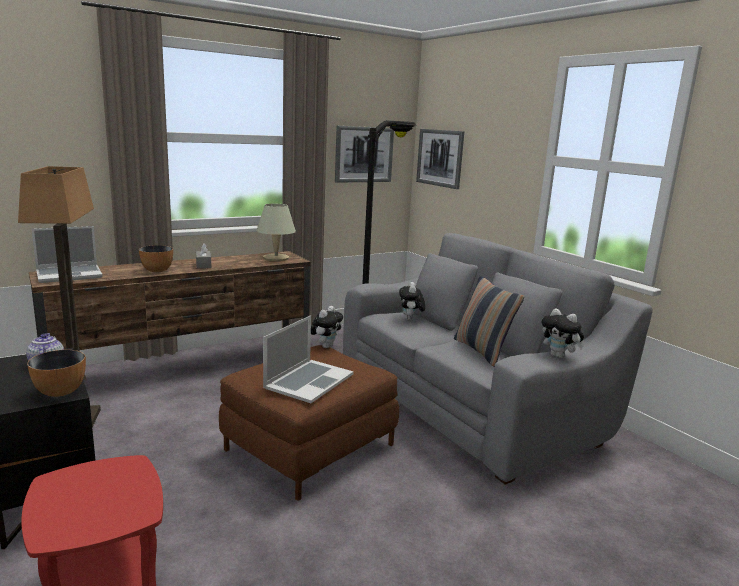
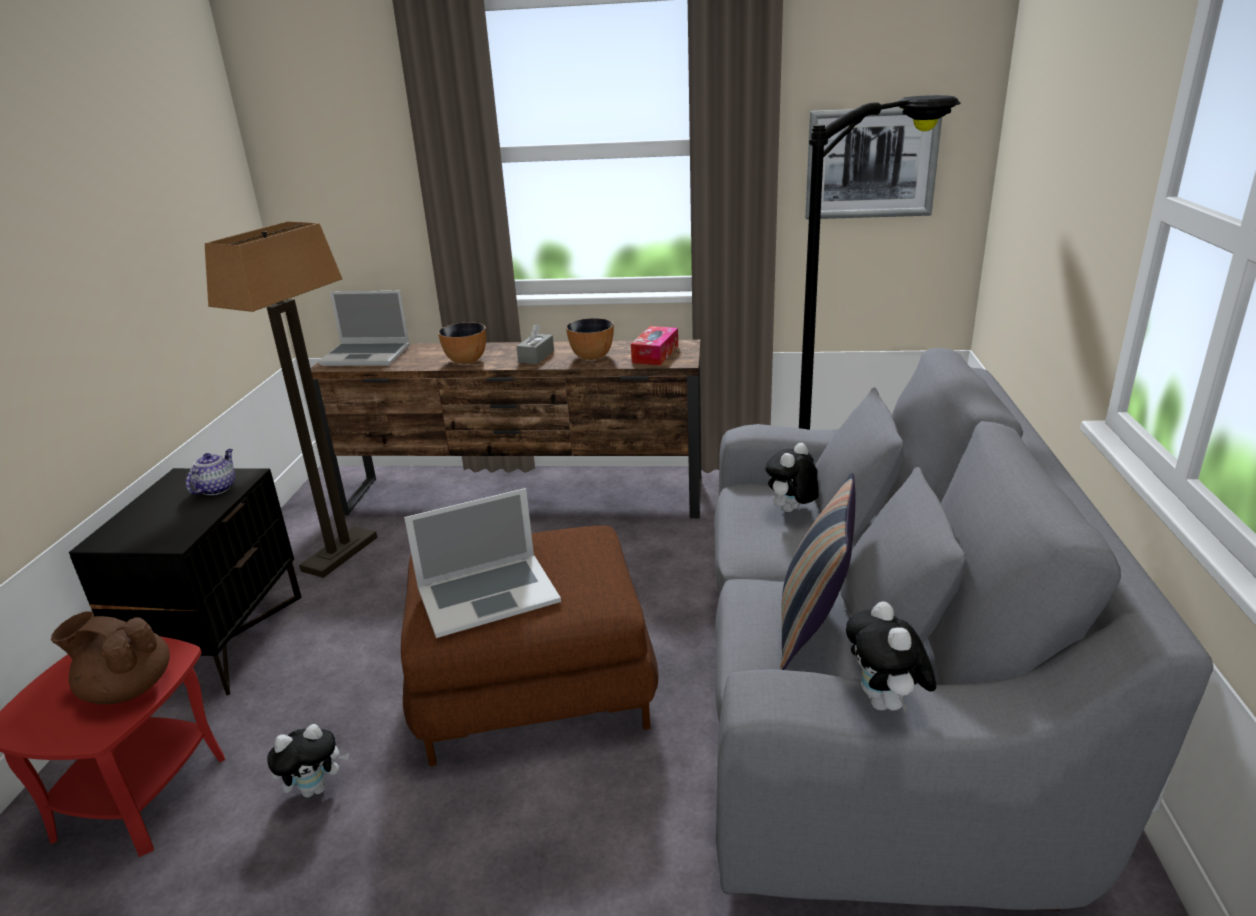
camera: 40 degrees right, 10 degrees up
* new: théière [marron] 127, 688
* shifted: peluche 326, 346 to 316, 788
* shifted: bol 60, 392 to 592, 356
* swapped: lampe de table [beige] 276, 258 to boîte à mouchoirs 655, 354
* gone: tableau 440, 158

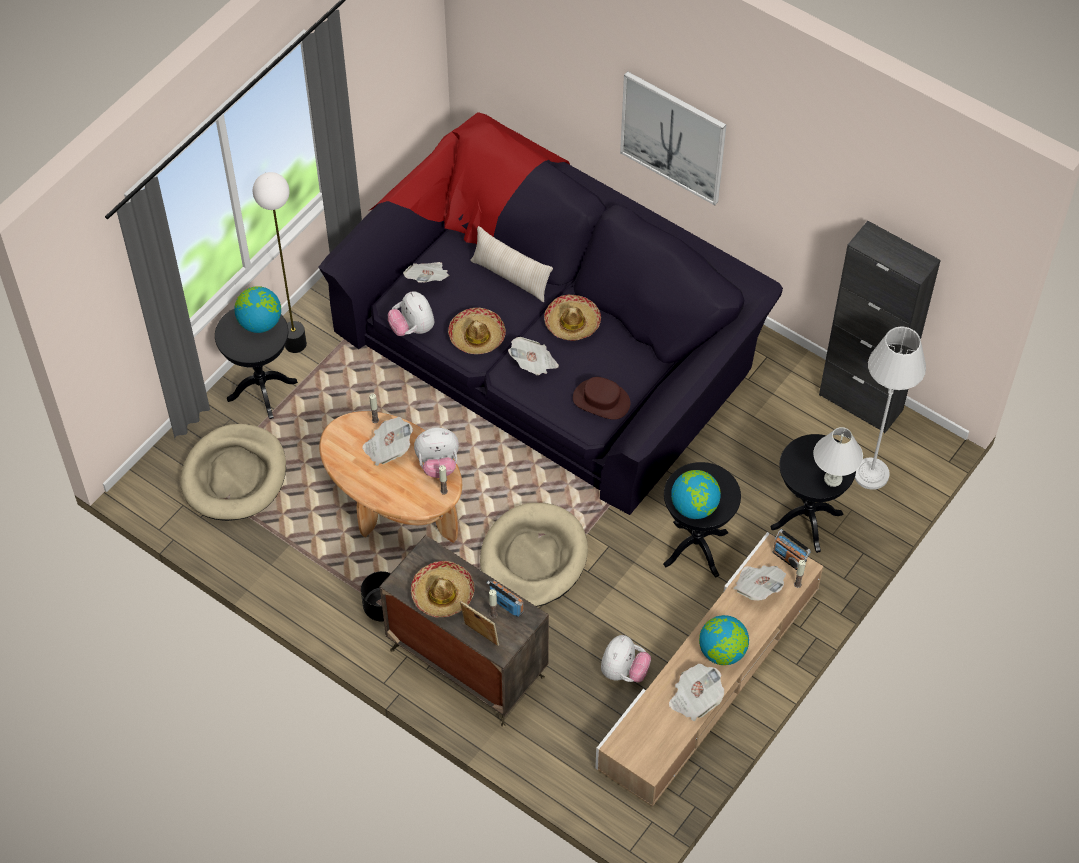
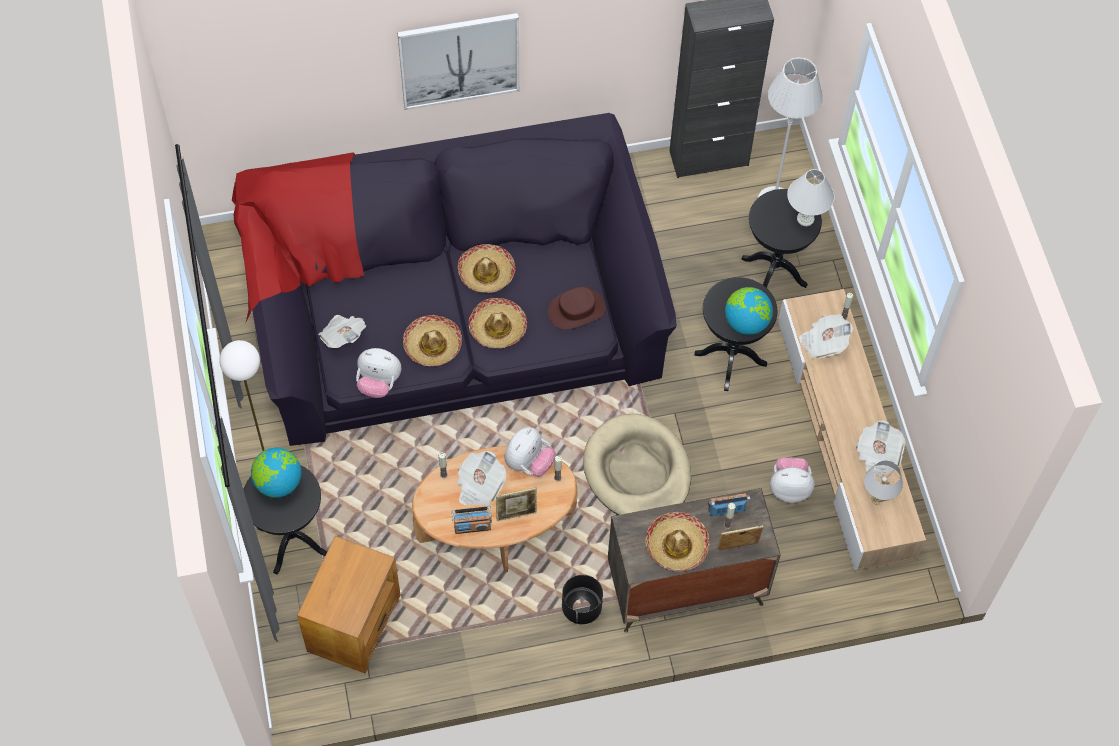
camera: 50 degrees left, 5 degrees up
* swapped: panier pour chien [beige] 234, 476 to table d'appoint [marron] 355, 623
* shifted: radio 789, 559 to 472, 527
* swapped: journal 533, 364 to chapeau 498, 328
* new: cadre photo 516, 514
* rotated: peluche 623, 671 = 789, 488 60 degrees counterclockwise
* new: lampe de table [blanc] 876, 500
* gone: coussin [beige] 511, 277
* gone: globe 722, 652

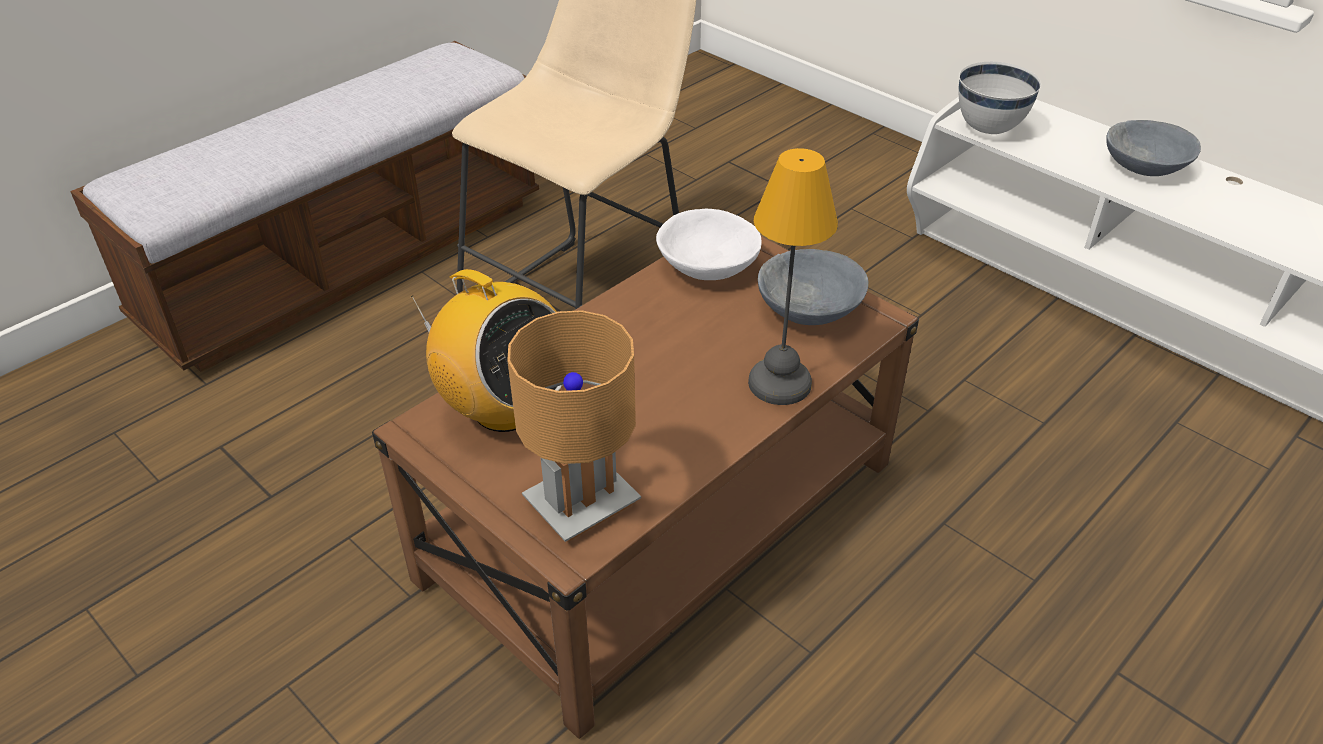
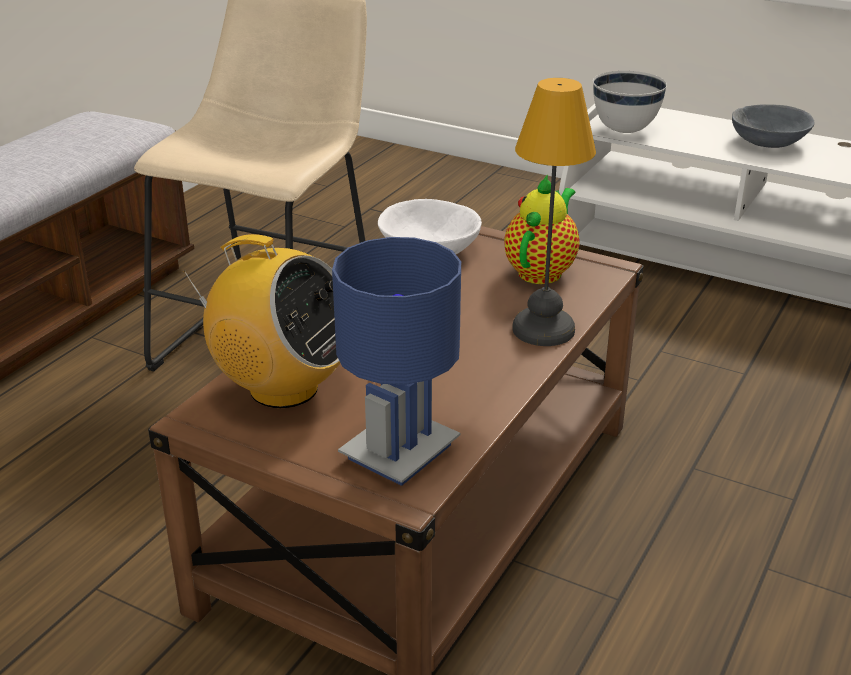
camera: 15 degrees left, 10 degrees down
* repainted: lampe de table [marron] 581, 502 to lampe de table [bleu] 399, 451
* swapped: bol [gris] 810, 309 to théière 542, 271

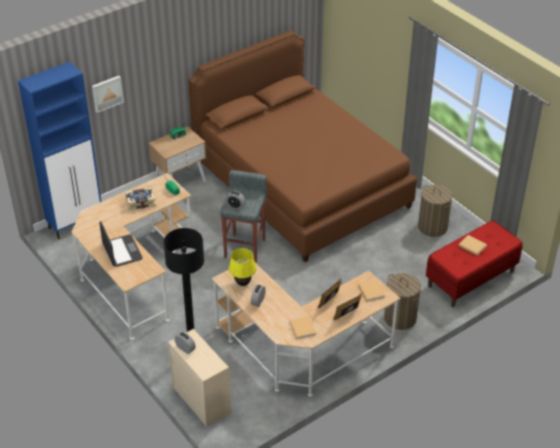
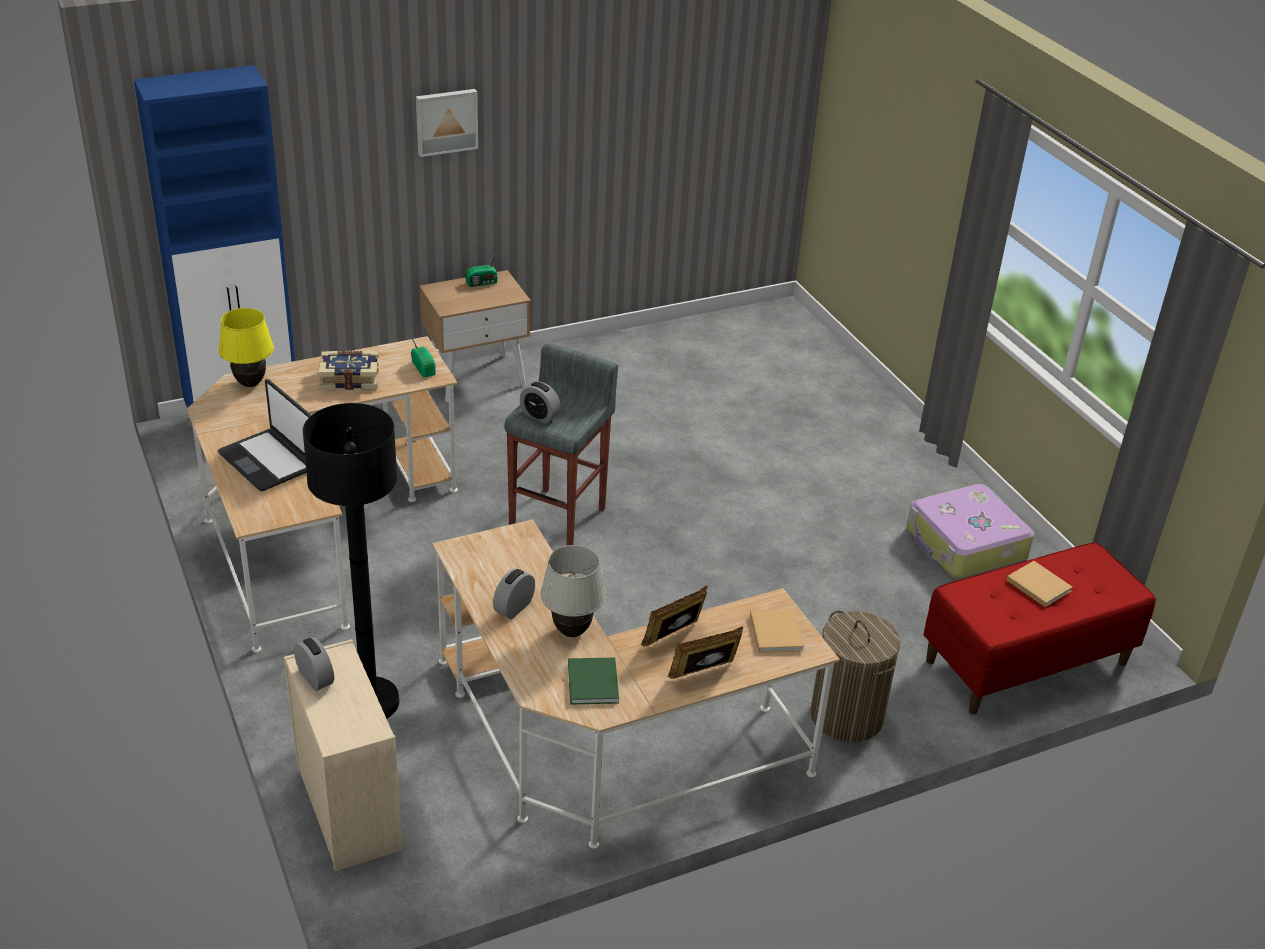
camera: 10 degrees right, 5 degrees down
* rotated: ordinateur portable 121, 251 = 268, 460 150 degrees clockwise
* shifted: lampe de table [jaune] 243, 283 to 250, 383
* shifted: tableau 107, 93 to 446, 121
* new: lampe de table [blanc] 572, 631
* repainted: livre [beige] 302, 327 to livre [vert] 592, 681
* swapped: panier à linge 432, 227 to valise 965, 545
* gone: lit [marron] 300, 185

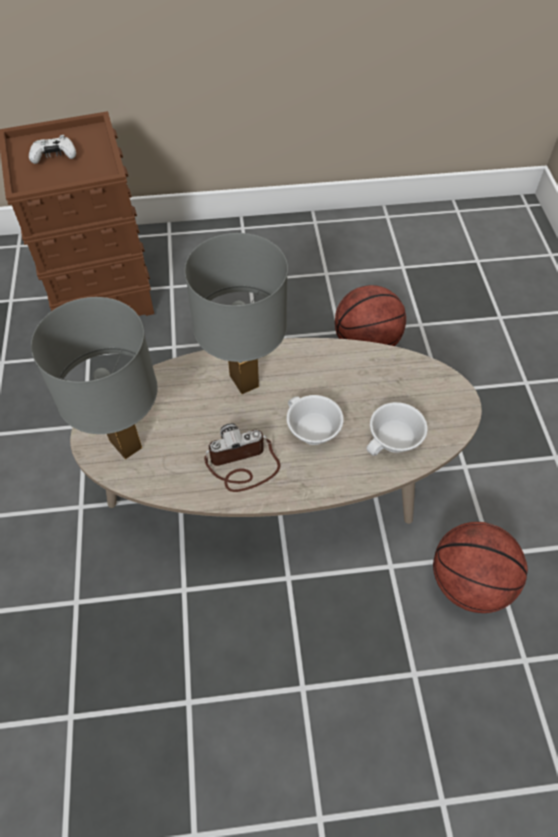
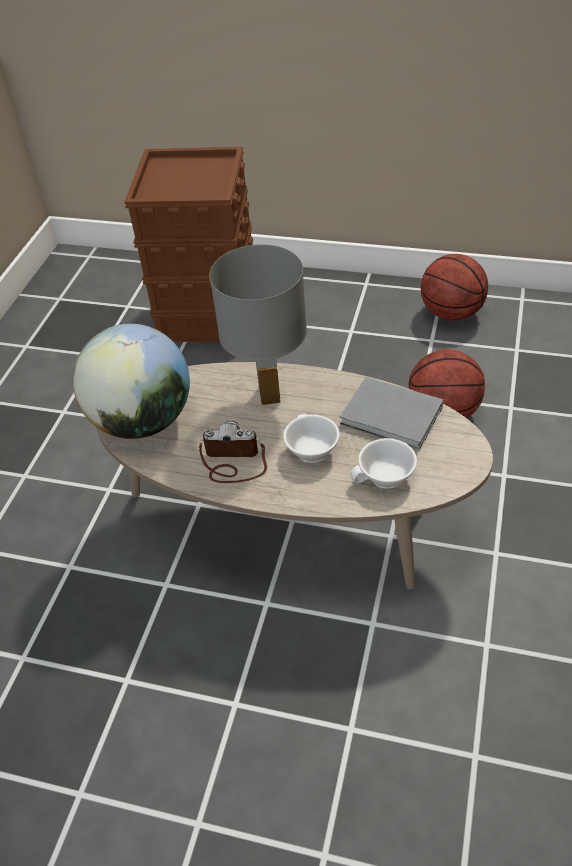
camera: 25 degrees right, 10 degrees down
* swapped: lampe de table [gris] 127, 444 to globe 143, 421
* new: livre [gris] 393, 417
* shifted: ballon de basket 468, 582 to 451, 313
* gone: manette [blanc] 54, 157

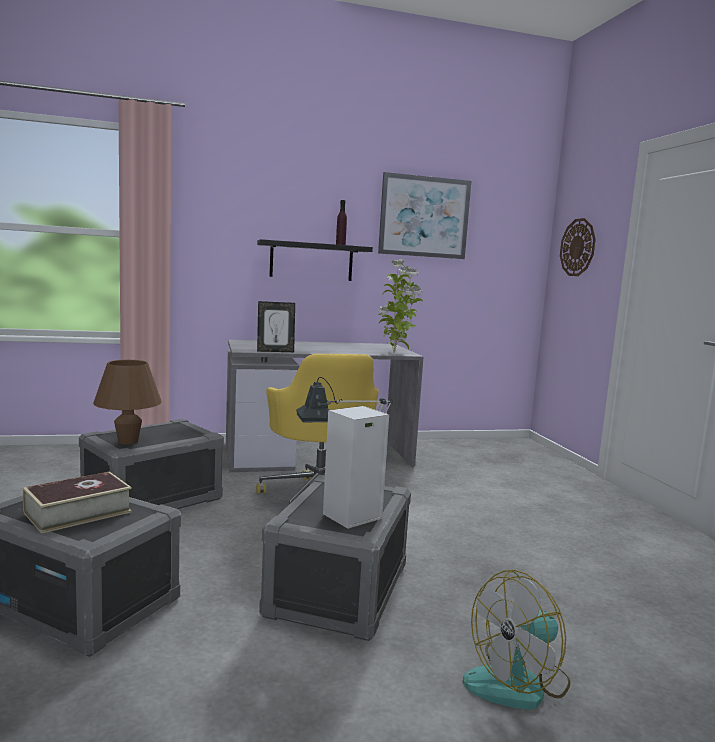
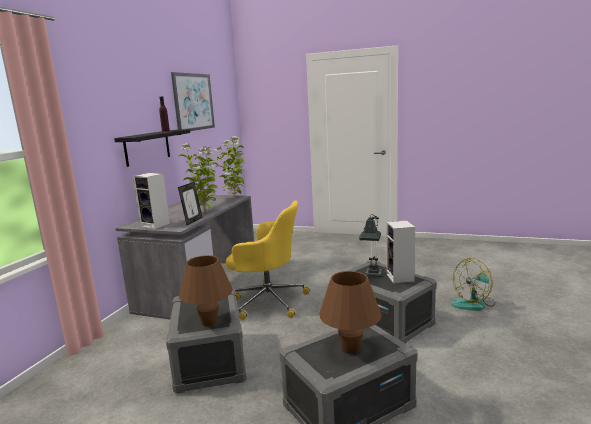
camera: 55 degrees left, 5 degrees up
* new: enceinte 156, 225
* new: plante en pot 205, 212
* swapped: livre 78, 512 to lampe de table [marron] 351, 349
* rotated: ventilateur 518, 683 = 474, 303 60 degrees clockwise
* gone: horloge murale 578, 247

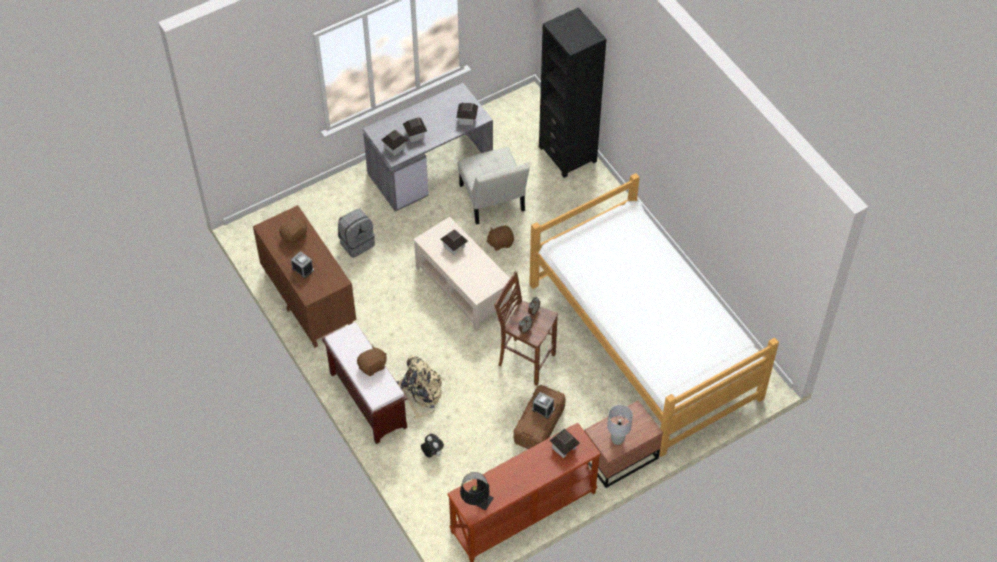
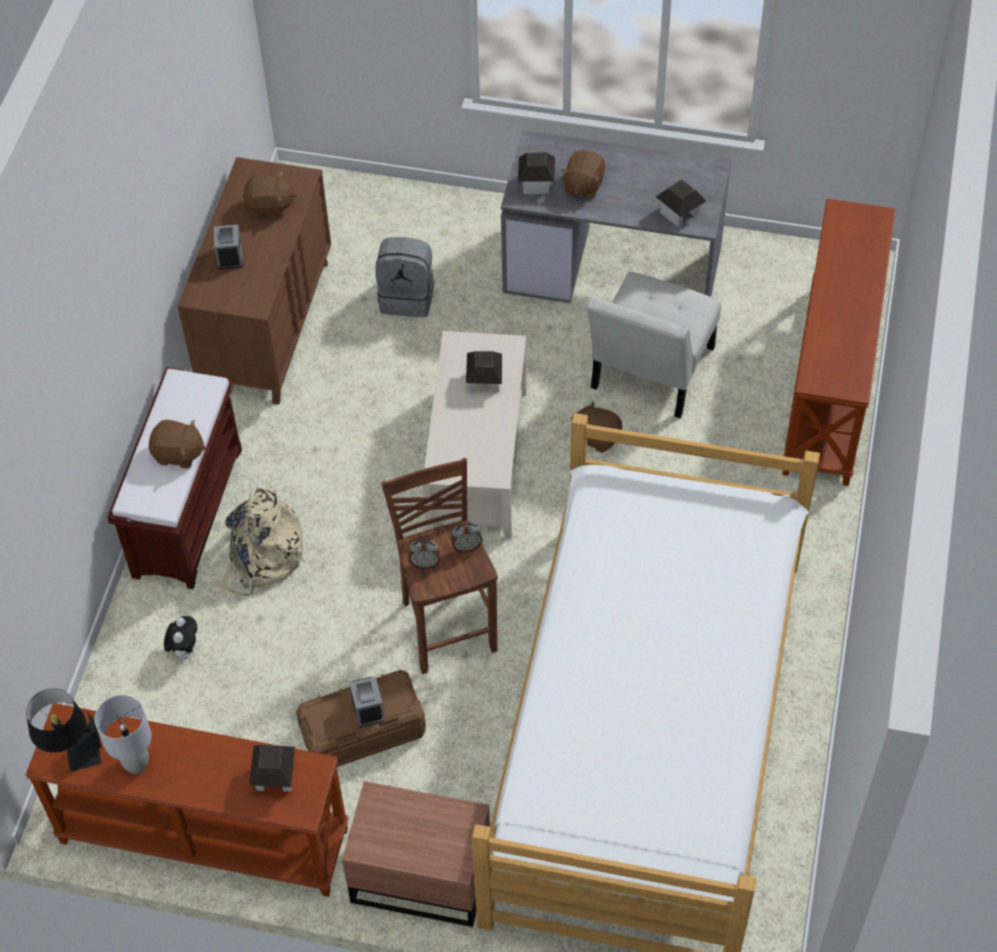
camera: 45 degrees right, 0 degrees up
* shifted: lampe de table [gris] 617, 440 to 136, 763
* swapped: maison miniature 415, 134 to peluche [marron] 583, 185
* swapped: bibliothèque [noir] 567, 154 to table console [marron] 831, 384

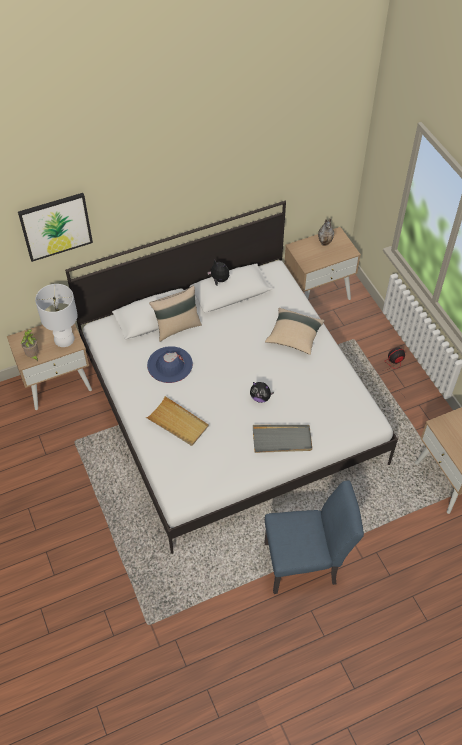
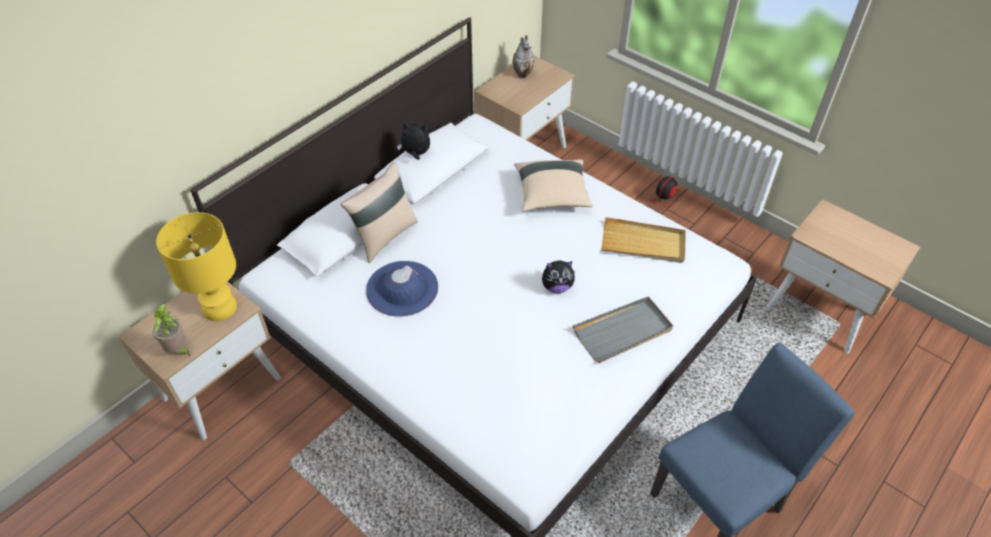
camera: 25 degrees left, 5 degrees down
* repainted: lampe de table [blanc] 64, 339 to lampe de table [jaune] 220, 307
* shifted: plateau [beige] 178, 423 to 643, 243
* gone: tableau 56, 226

